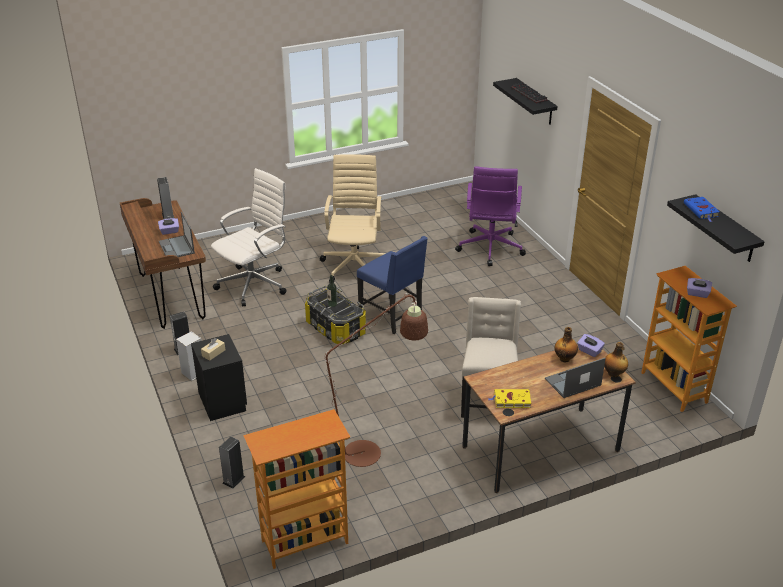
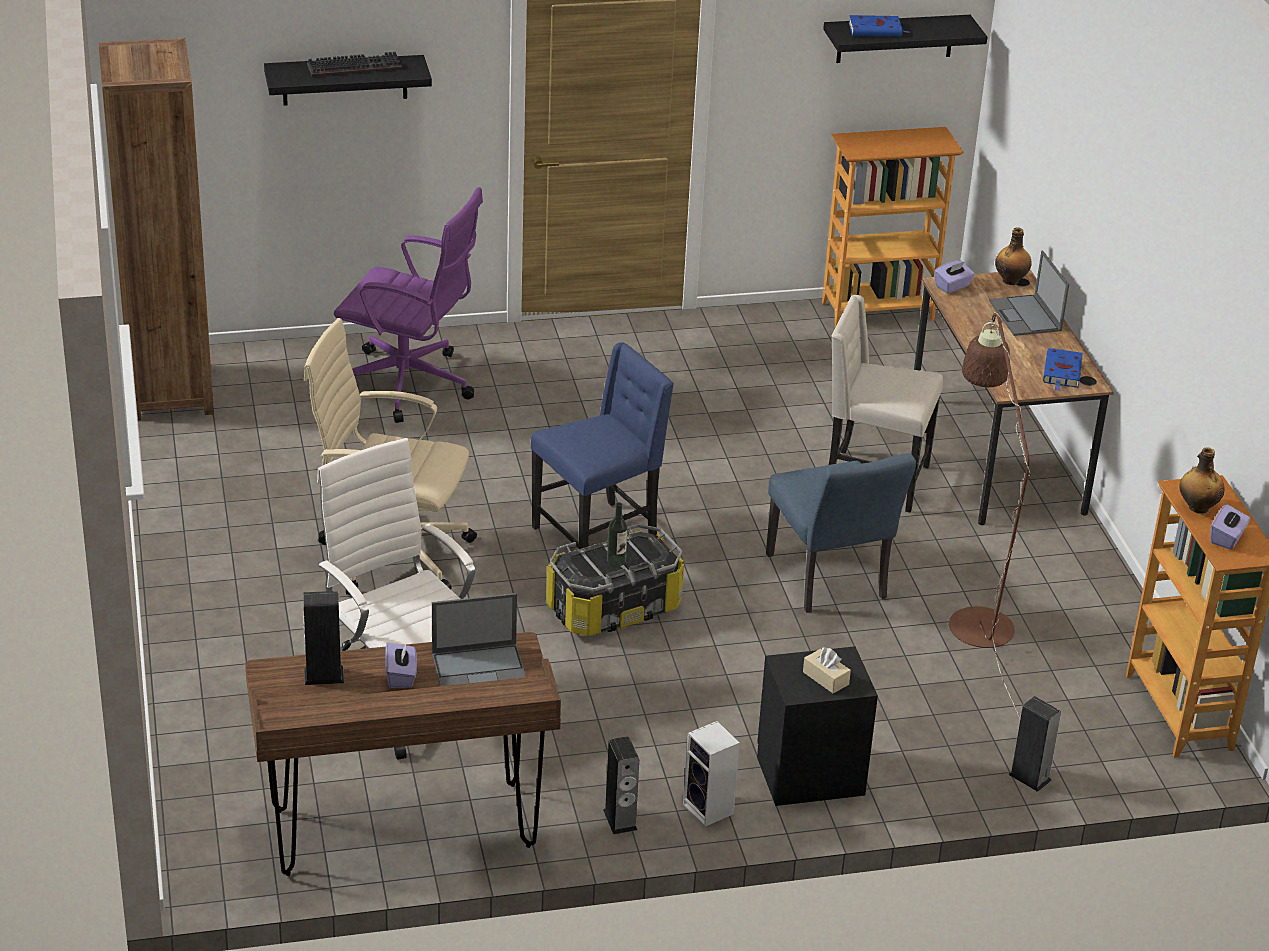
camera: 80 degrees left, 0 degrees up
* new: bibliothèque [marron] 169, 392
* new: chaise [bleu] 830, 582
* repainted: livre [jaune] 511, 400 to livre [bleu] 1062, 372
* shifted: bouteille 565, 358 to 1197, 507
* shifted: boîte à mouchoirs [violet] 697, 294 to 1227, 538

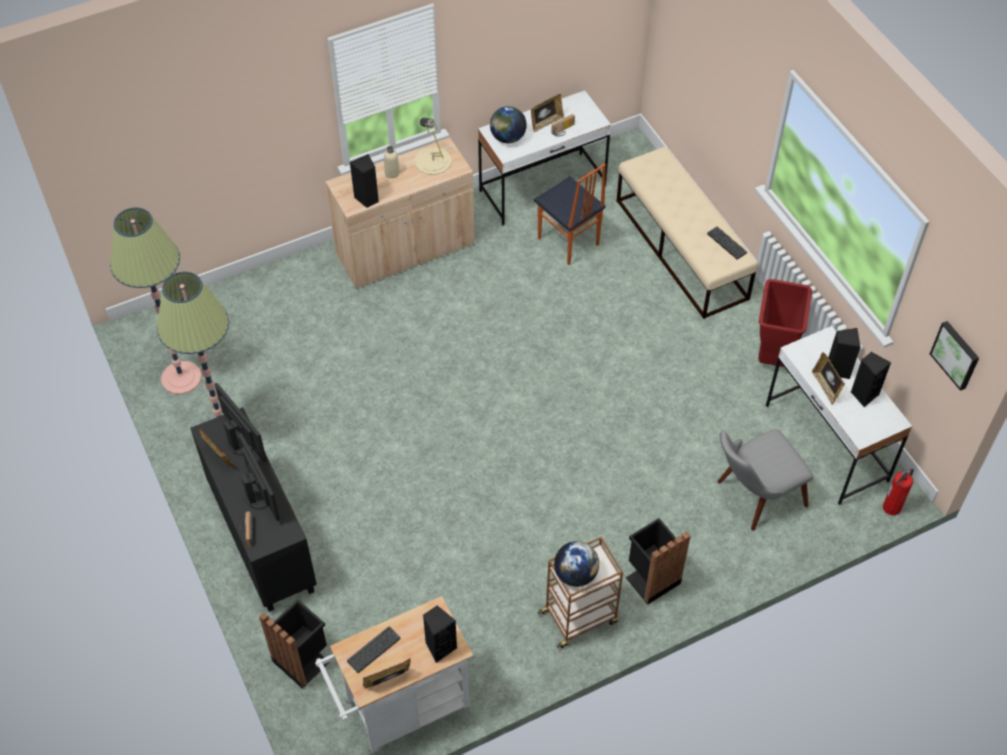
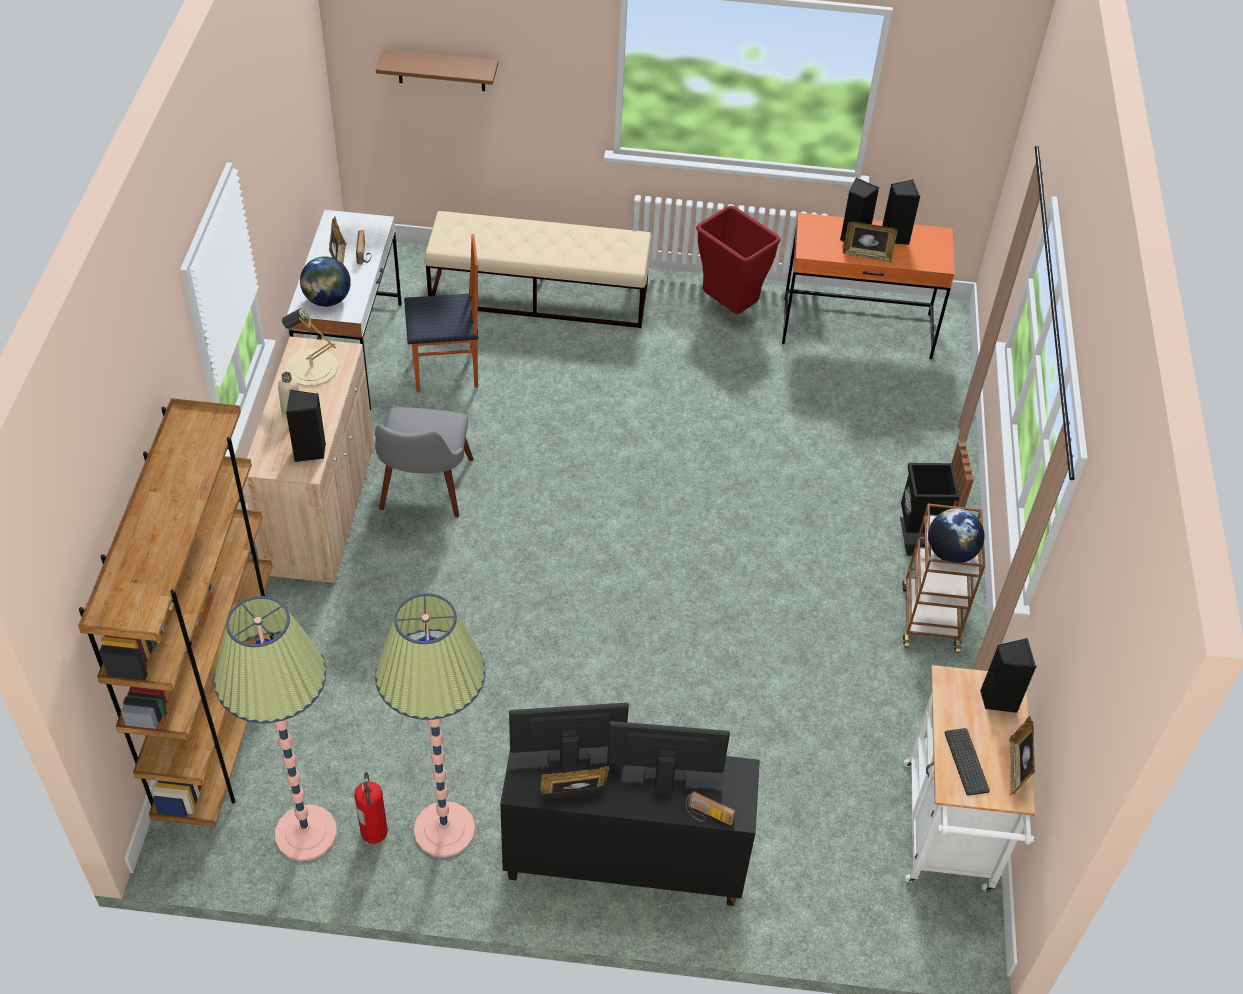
camera: 60 degrees left, 5 degrees down
* new: bibliothèque [marron] 222, 723
* shifted: extincteur 892, 507 to 374, 831
* shifted: chaise [gris] 752, 497 to 423, 494
* new: étagère [marron] 441, 70
* repainted: bureau [blanc] 826, 443 to bureau [orange] 857, 328
* gone: poubelle [noir] 302, 659
* gone: clavier 726, 243
* gone: tableau 956, 354

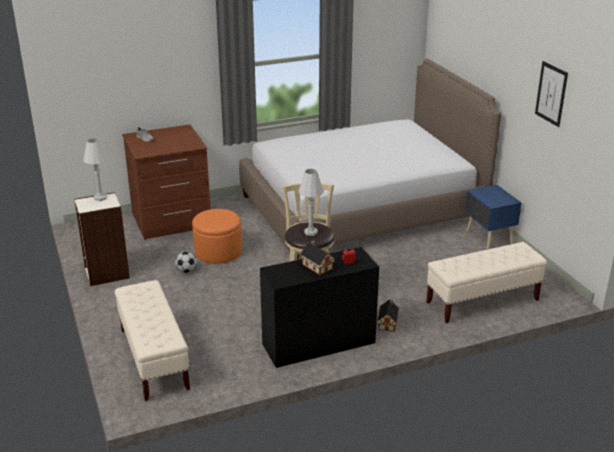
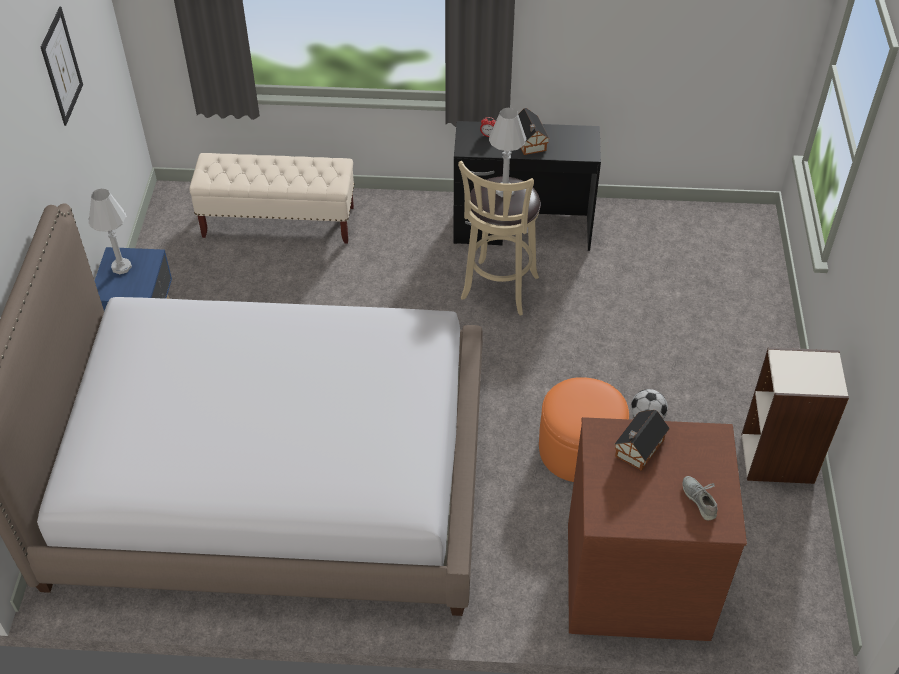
camera: 155 degrees left, 20 degrees up
* shifted: lampe de table [blanc] 100, 198 to 121, 267
* shifted: maison miniature 388, 323 to 638, 449
* gone: banc [beige] 154, 359

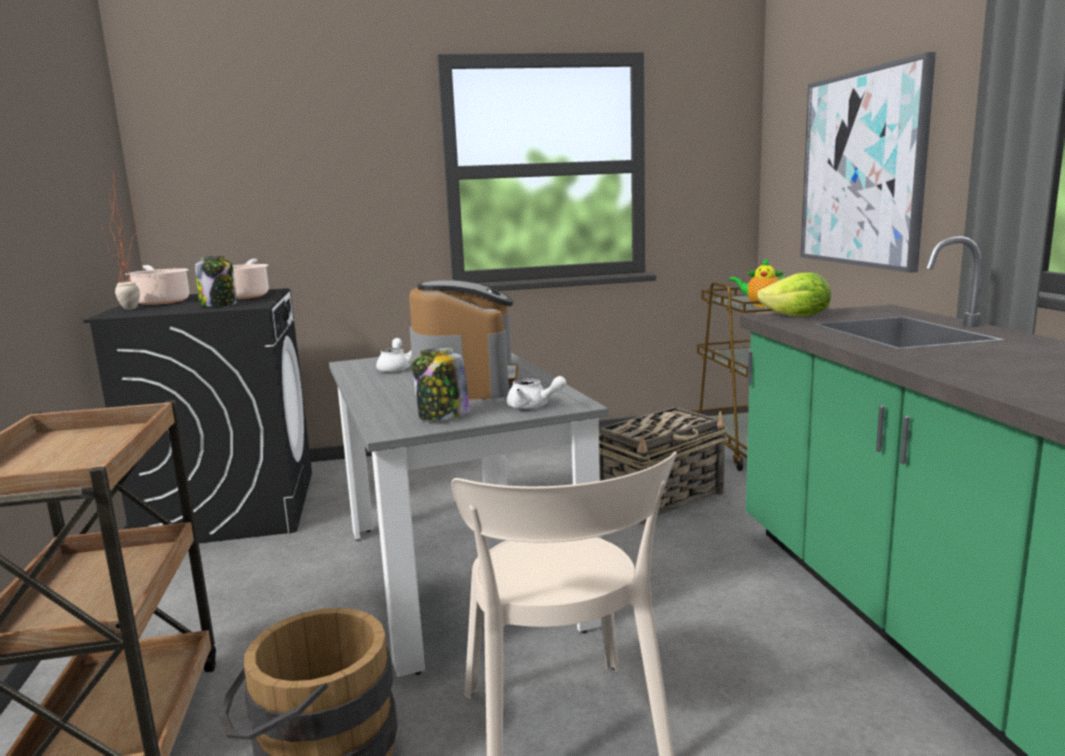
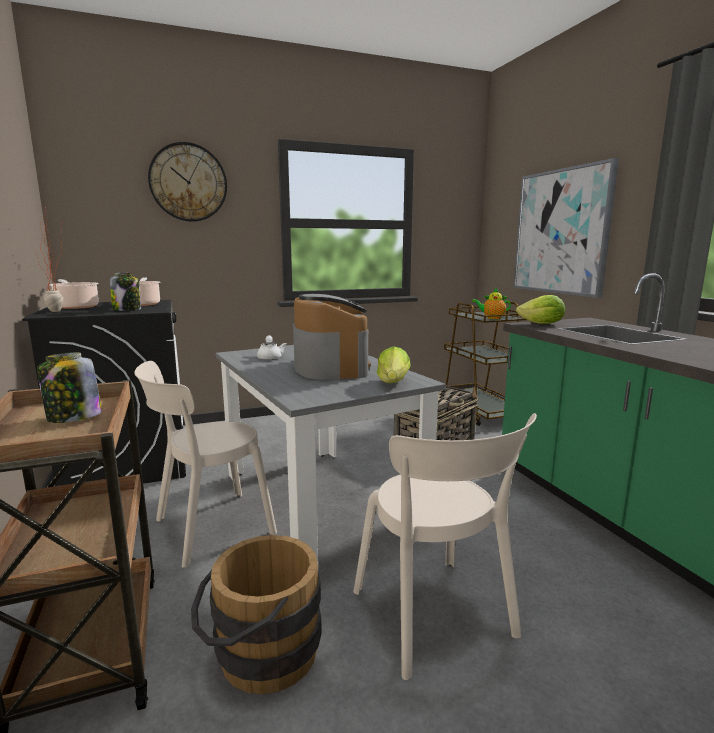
camera: 10 degrees left, 0 degrees up
* shifted: bocal 442, 416 to 73, 418
* new: chaise [beige] 208, 528
* new: horloge murale 188, 182
* swapped: théière [blanc] 533, 406 to laitue 393, 383

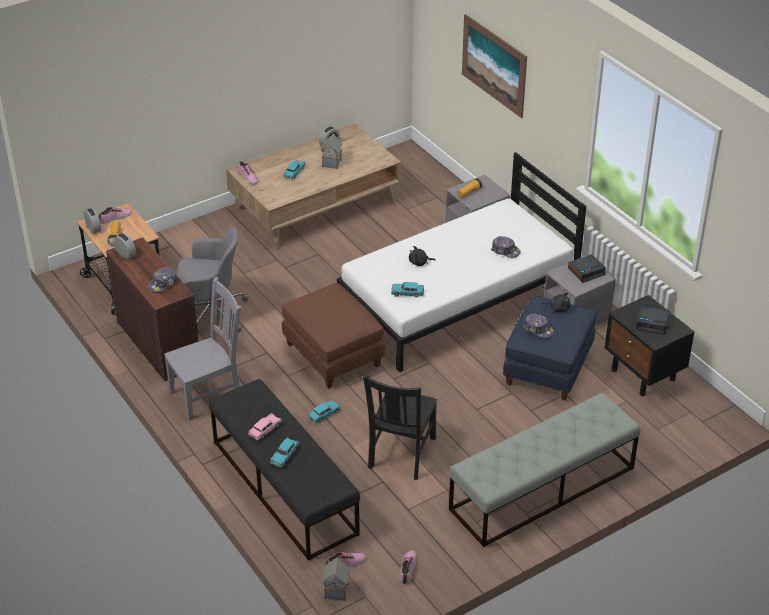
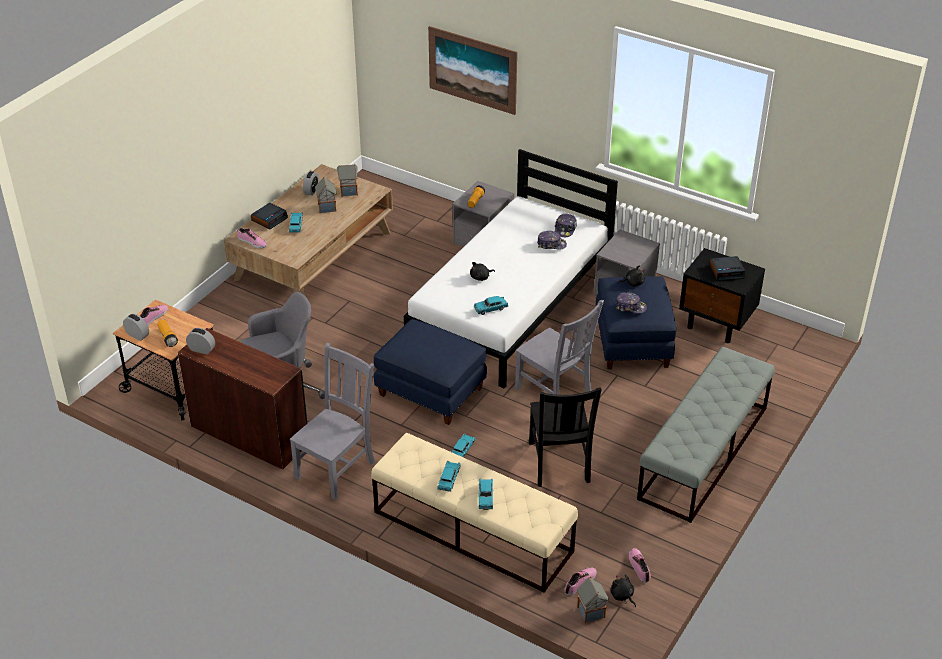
camera: 25 degrees left, 0 degrees up
* shifted: réveil 586, 271 to 269, 219
* new: maison miniature 348, 191
* repainted: banc [noir] 284, 486 to banc [beige] 472, 531
* repainted: pouf [marron] 334, 354 to pouf [bleu] 431, 391
* repainted: petite voiture [rose] 265, 430 to petite voiture [turquoise] 449, 479
* new: chaise [gris] 555, 393
* shifted: casquette 163, 283 to 565, 229
* new: peluche [noir] 622, 596

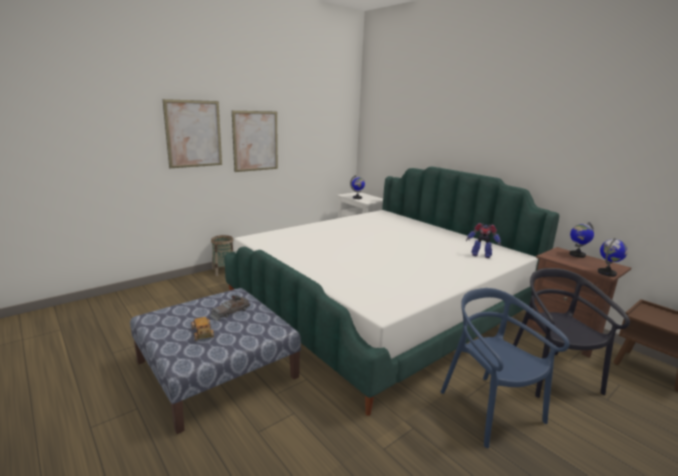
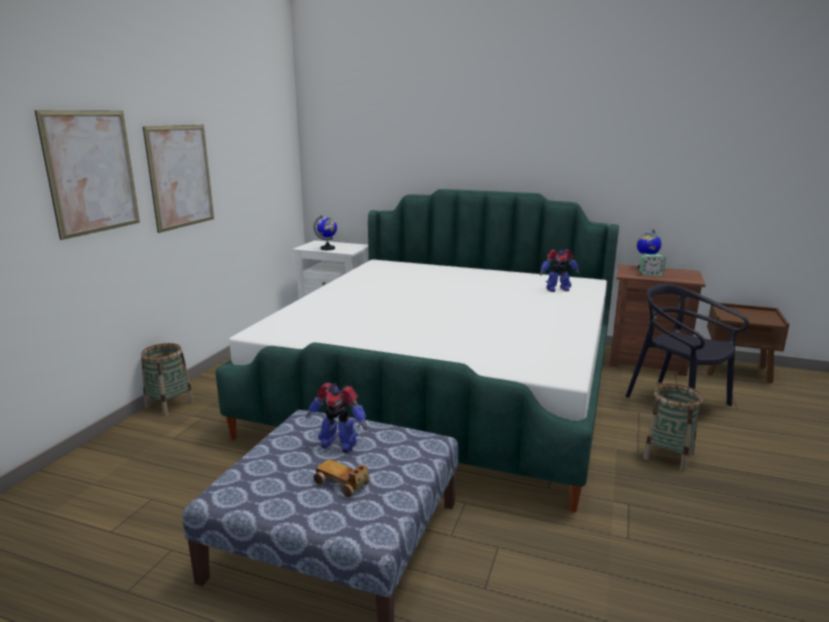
camera: 30 degrees left, 0 degrees up
* swapped: petite voiture [gris] 230, 312 to robot jouet 338, 444
* new: réveil 650, 274
* swapped: chaise [bleu] 490, 409 to panier 668, 456
* gone: globe 607, 273

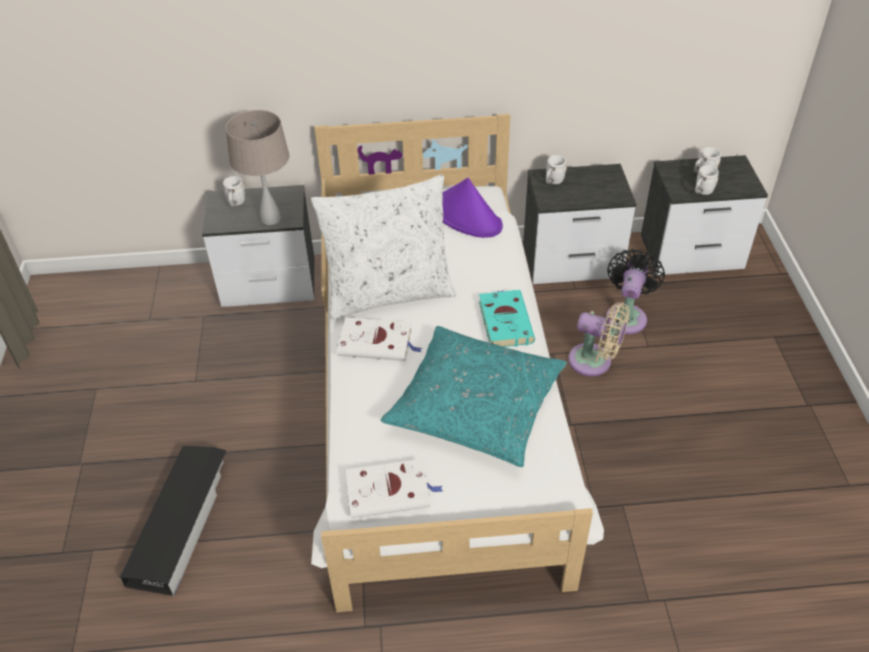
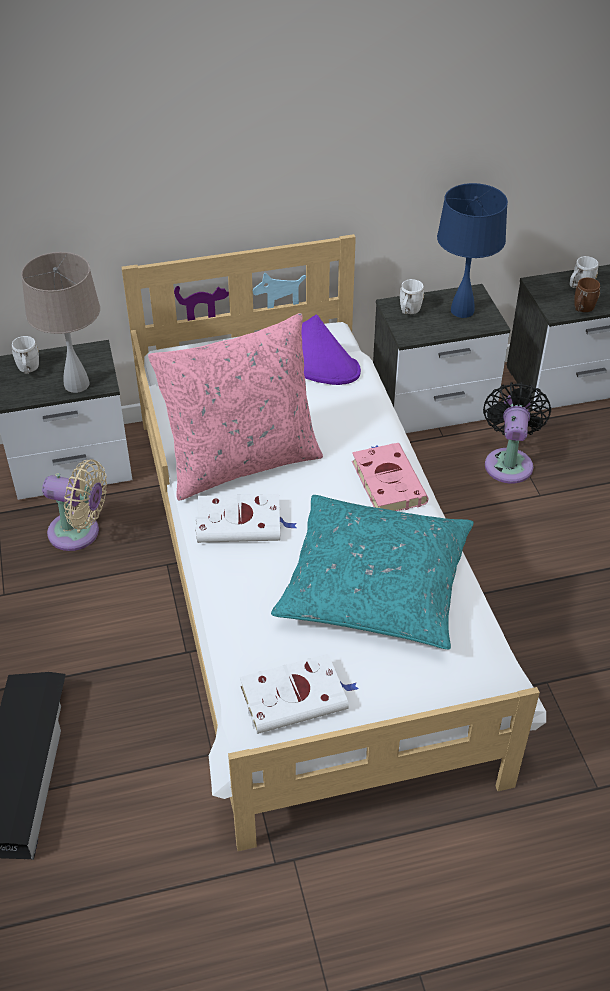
camera: 10 degrees left, 0 degrees up
* shifted: ventilateur [beige] 594, 362 to 79, 533
* repainted: coussin [blanc] 389, 293 to coussin [rose] 242, 461
* repainted: livre [turquoise] 504, 321 to livre [rose] 387, 481
* new: lampe de table [bleu] 462, 310
* repainted: mug [blanc] 702, 192 to mug [marron] 582, 309

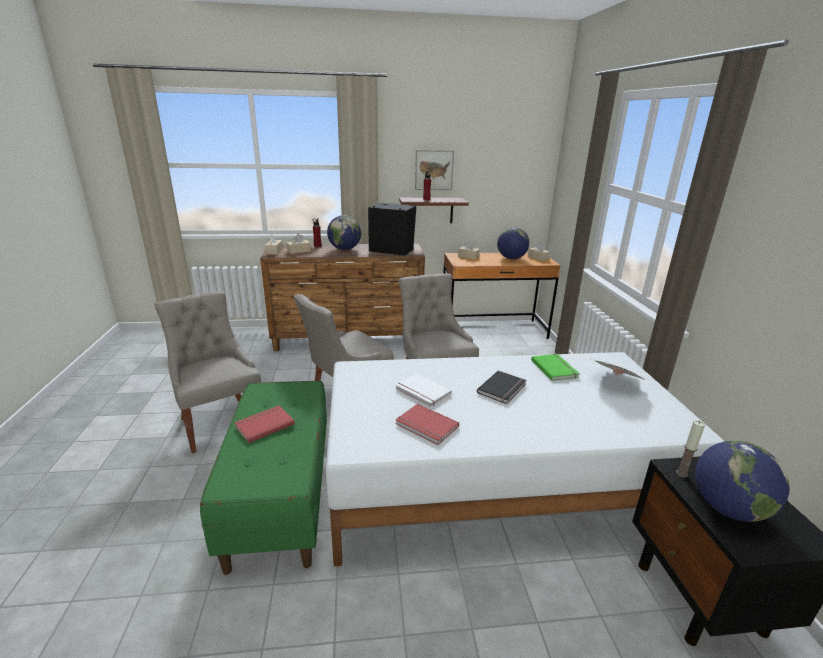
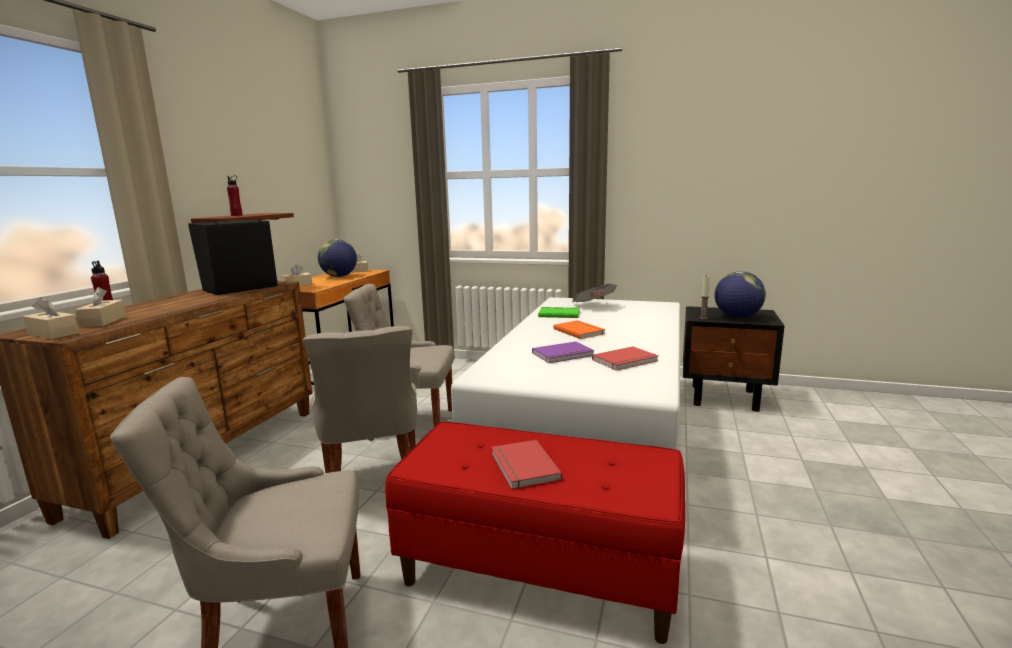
camera: 65 degrees left, 10 degrees down
* repainted: banc [vert] 281, 497 to banc [rouge] 540, 571
* repainted: livre [blanc] 422, 392 to livre [violet] 564, 355
* repainted: livre [noir] 503, 389 to livre [orange] 580, 331
* gone: globe 345, 249
* gone: tableau 434, 170

